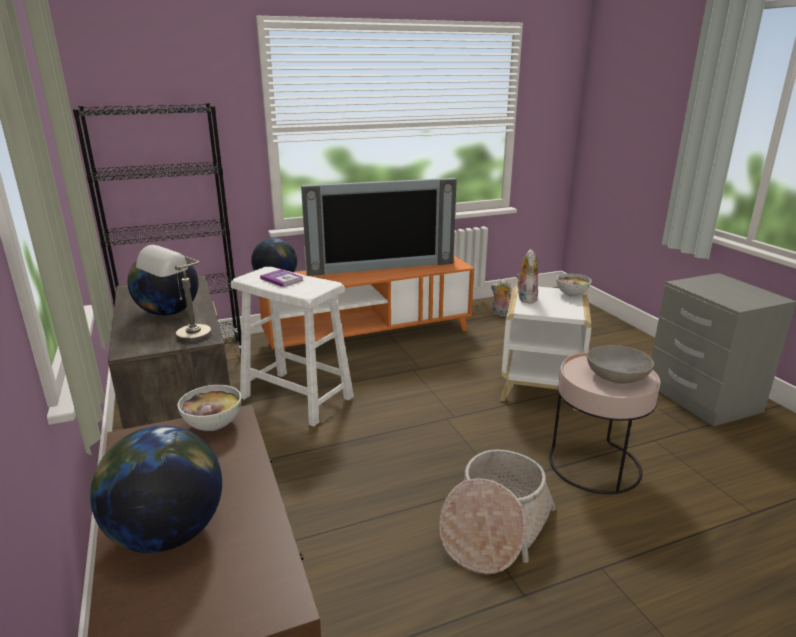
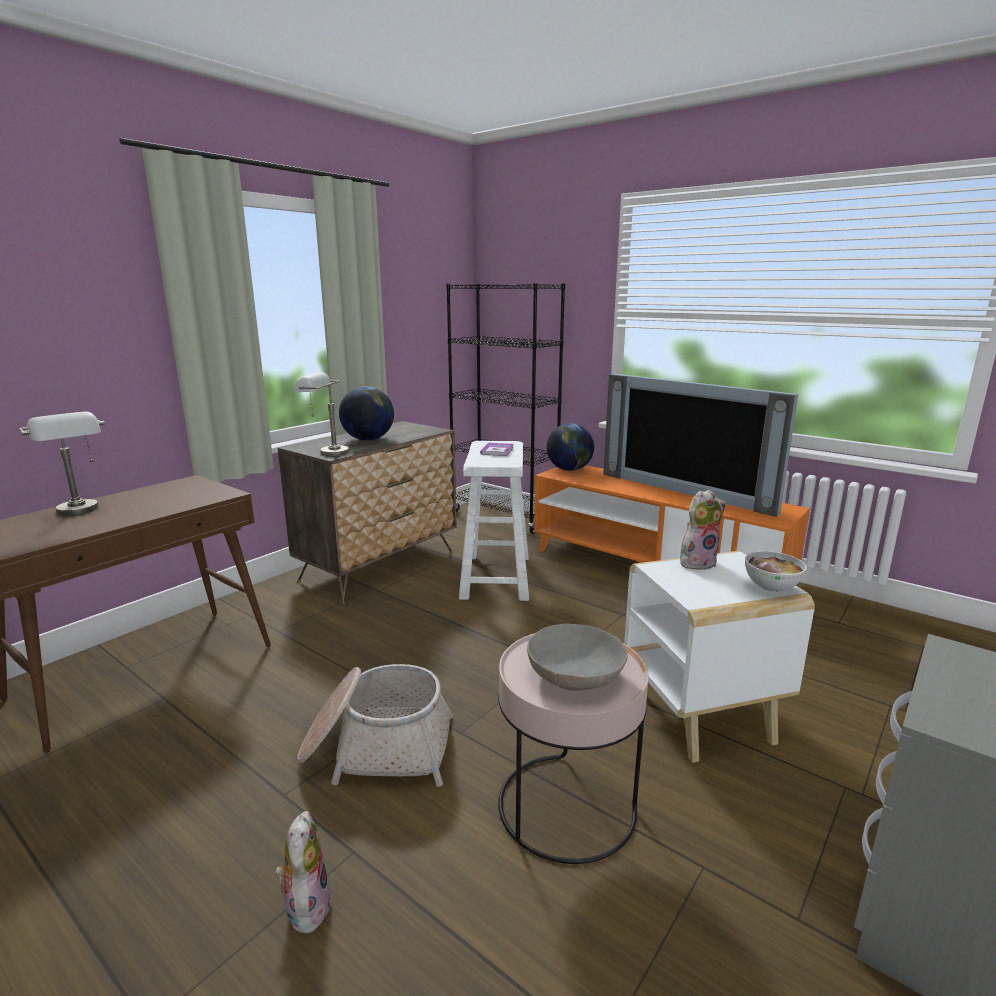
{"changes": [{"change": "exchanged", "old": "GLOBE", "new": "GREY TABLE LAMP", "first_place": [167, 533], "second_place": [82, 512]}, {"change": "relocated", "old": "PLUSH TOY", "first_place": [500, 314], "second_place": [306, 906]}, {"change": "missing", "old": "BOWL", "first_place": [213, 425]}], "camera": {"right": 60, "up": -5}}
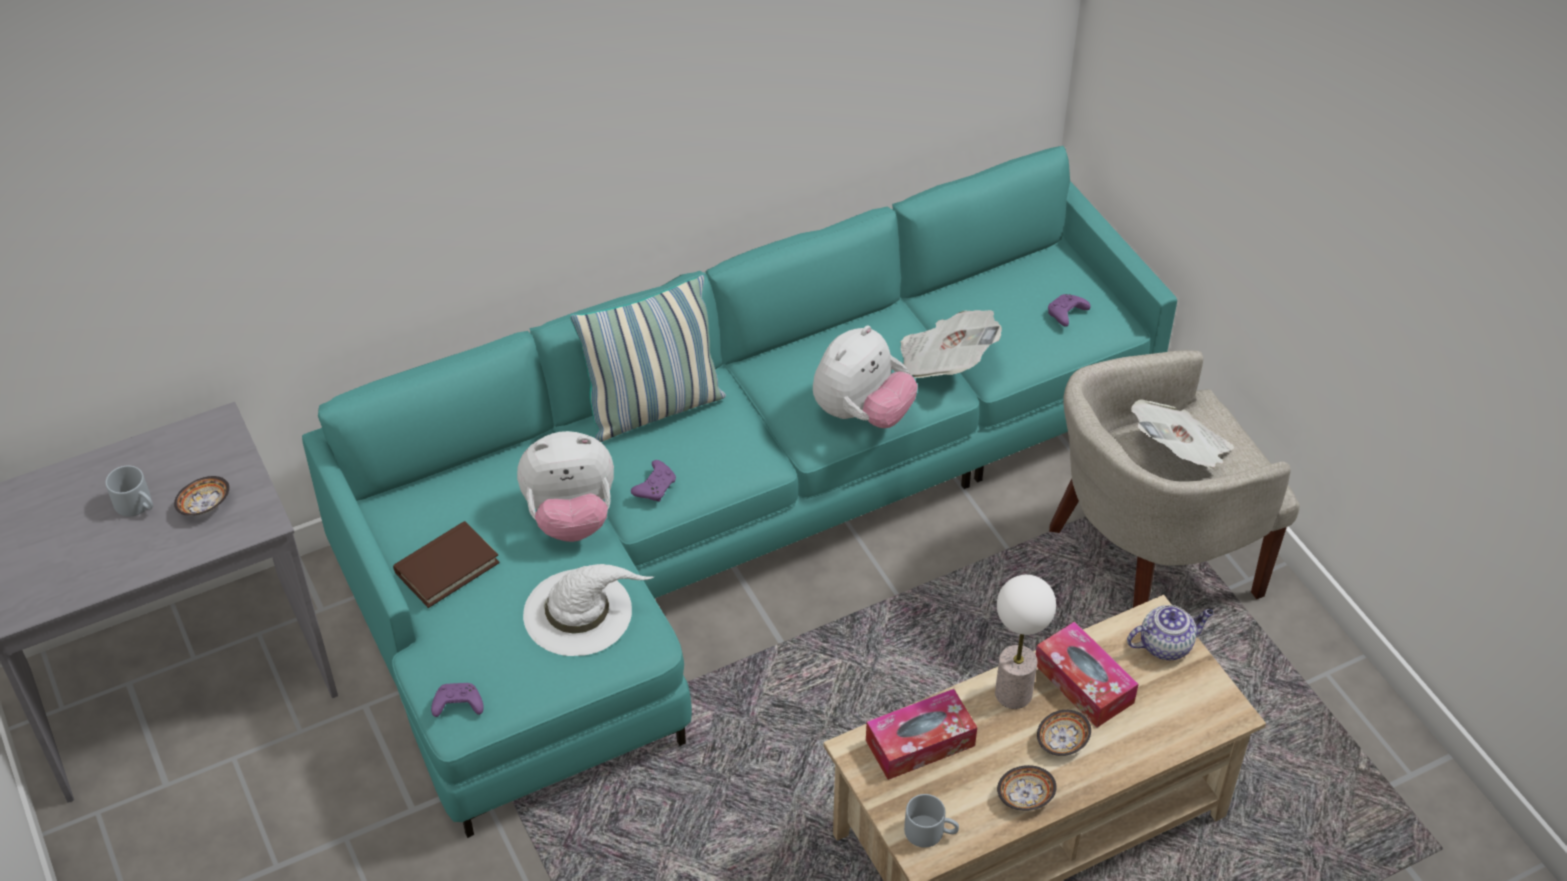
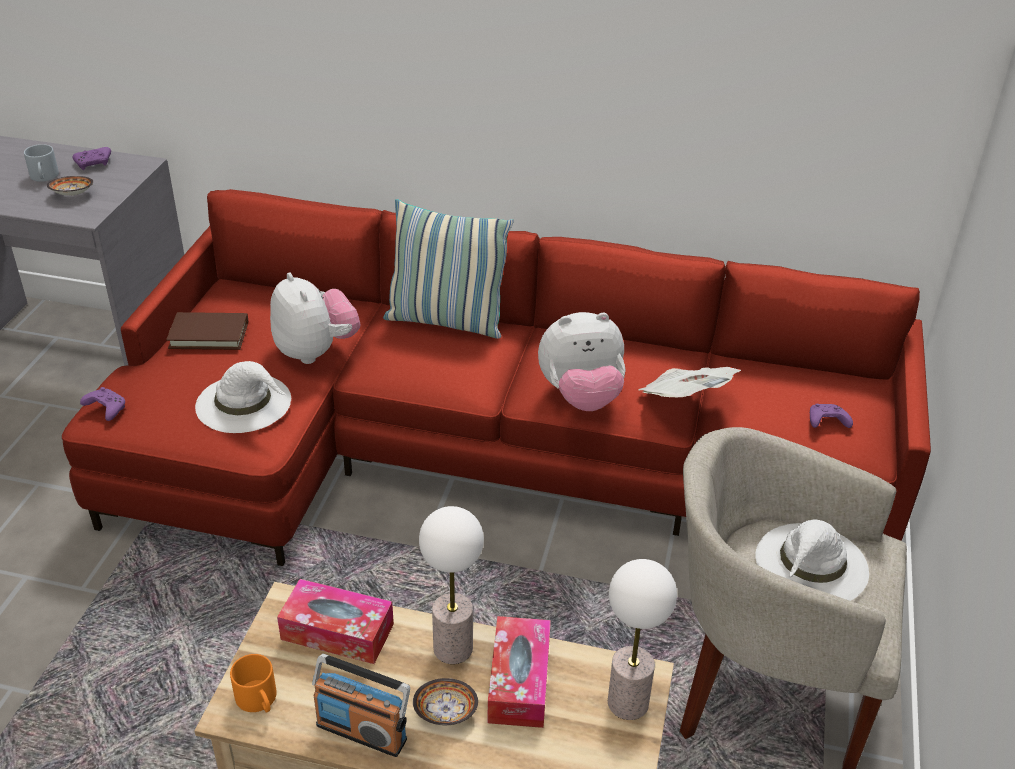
{"changes": [{"change": "colour", "old": "TURQUOISE SOFA", "new": "RED SOFA", "first_place": [726, 521], "second_place": [478, 454]}, {"change": "relocated", "old": "PURPLE GAME CONTROLLER", "first_place": [655, 486], "second_place": [94, 163]}, {"change": "colour", "old": "GREY MUG", "new": "ORANGE MUG", "first_place": [931, 831], "second_place": [259, 700]}, {"change": "spun", "old": "PLUSH TOY", "first_place": [571, 517], "second_place": [316, 351], "degrees": -150}, {"change": "exchanged", "old": "BOWL", "new": "RADIO", "first_place": [1025, 796], "second_place": [362, 731]}, {"change": "exchanged", "old": "TEAPOT", "new": "TABLE LAMP", "first_place": [1166, 644], "second_place": [628, 702]}, {"change": "exchanged", "old": "NEWSPAPER", "new": "WHITE HAT", "first_place": [1180, 452], "second_place": [811, 565]}], "camera": {"right": 40, "up": -10}}
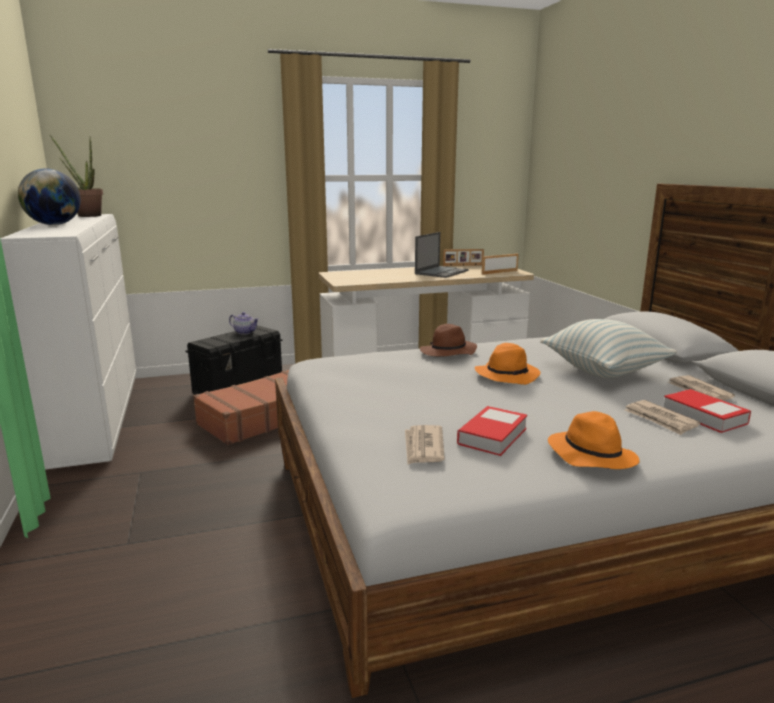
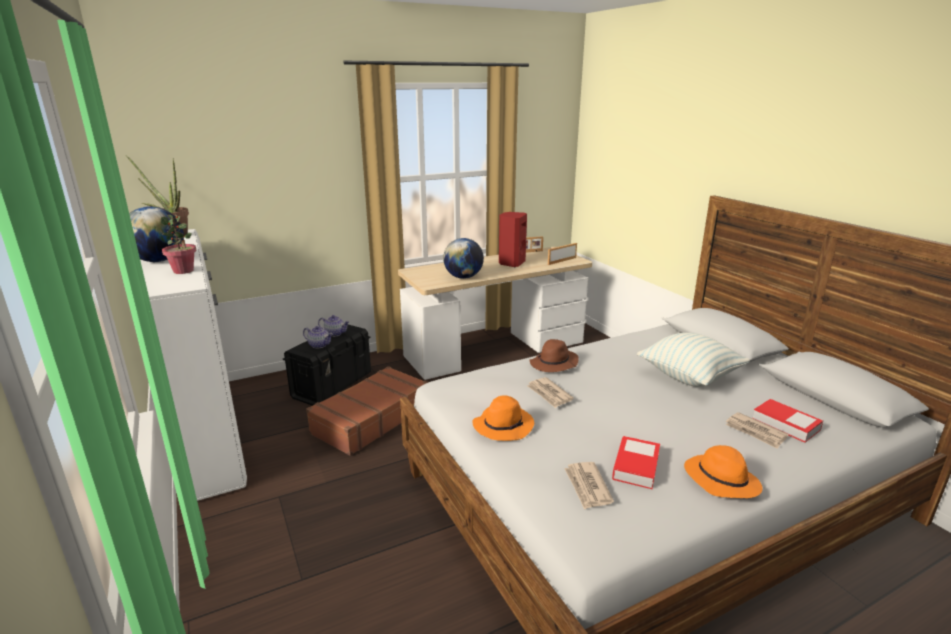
{"changes": [{"change": "appeared", "new": "POTTED PLANT", "second_place": [184, 271]}, {"change": "appeared", "new": "TEAPOT", "second_place": [319, 345]}, {"change": "appeared", "new": "GLOBE", "second_place": [463, 277]}, {"change": "relocated", "old": "ORANGE HAT", "first_place": [507, 375], "second_place": [503, 425]}, {"change": "exchanged", "old": "LAPTOP", "new": "RED SPEAKER", "first_place": [442, 272], "second_place": [511, 263]}, {"change": "relocated", "old": "NEWSPAPER", "first_place": [699, 392], "second_place": [549, 394]}], "camera": {"right": -10, "up": 5}}
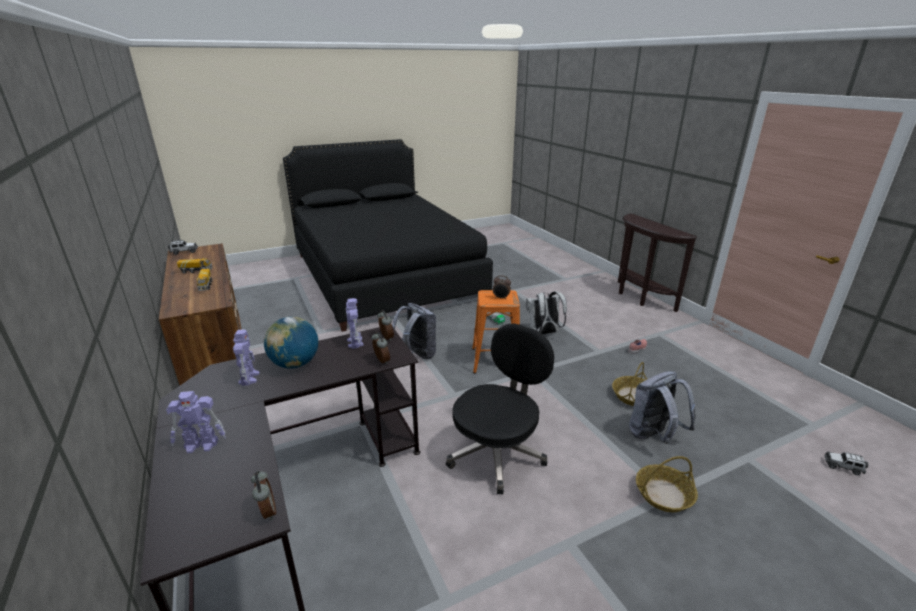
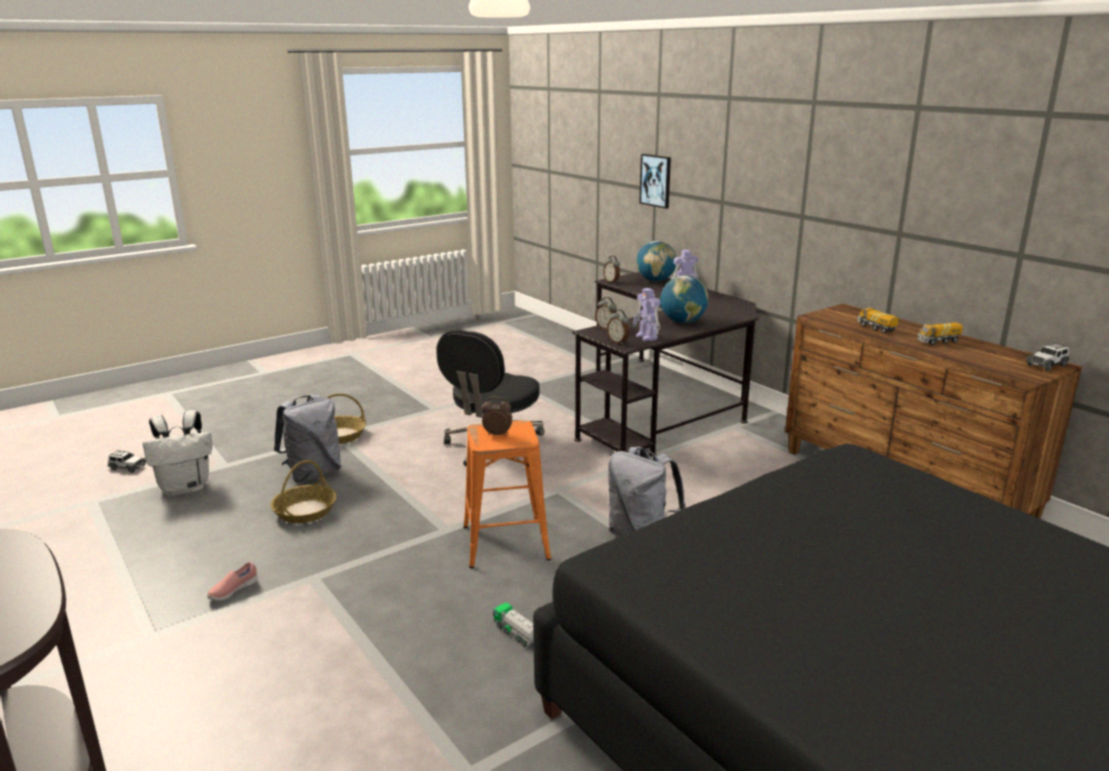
{"changes": [{"change": "relocated", "old": "WHITE BACKPACK", "first_place": [544, 333], "second_place": [186, 487]}, {"change": "appeared", "new": "GLOBE", "second_place": [655, 280]}, {"change": "appeared", "new": "PICTURE", "second_place": [656, 180]}, {"change": "missing", "old": "TOY ROBOT", "first_place": [249, 377]}], "camera": {"right": 170, "up": -5}}
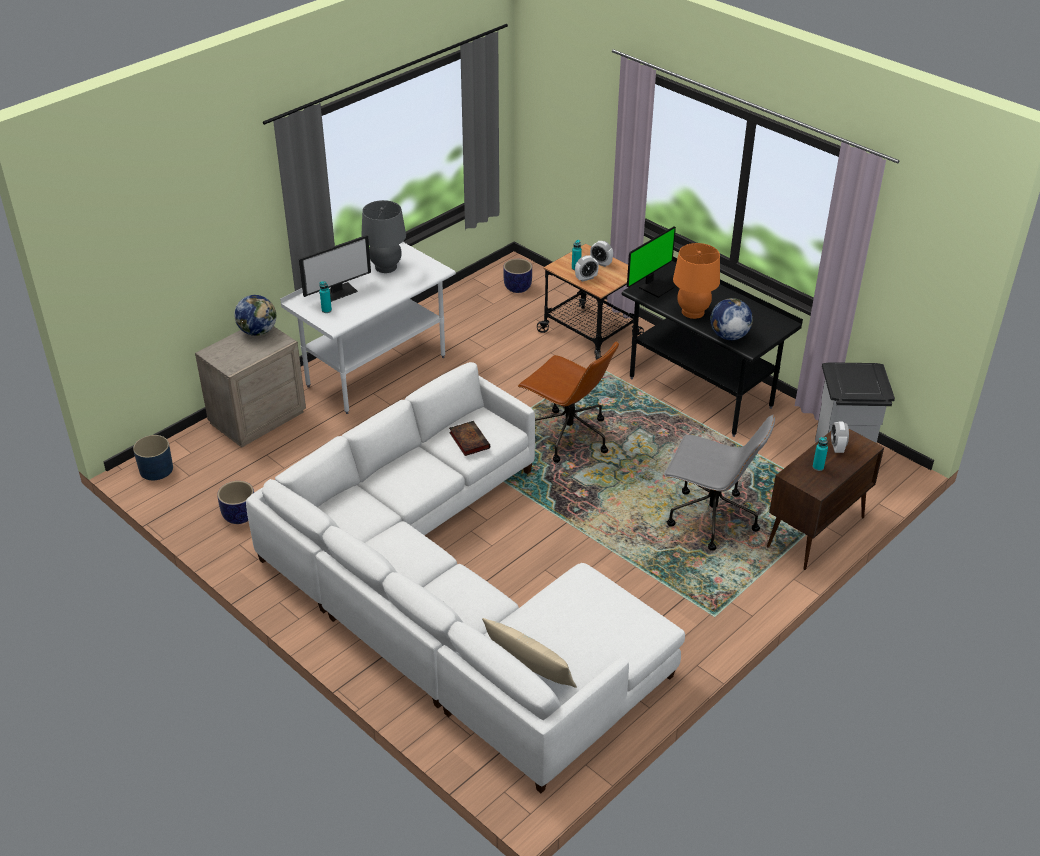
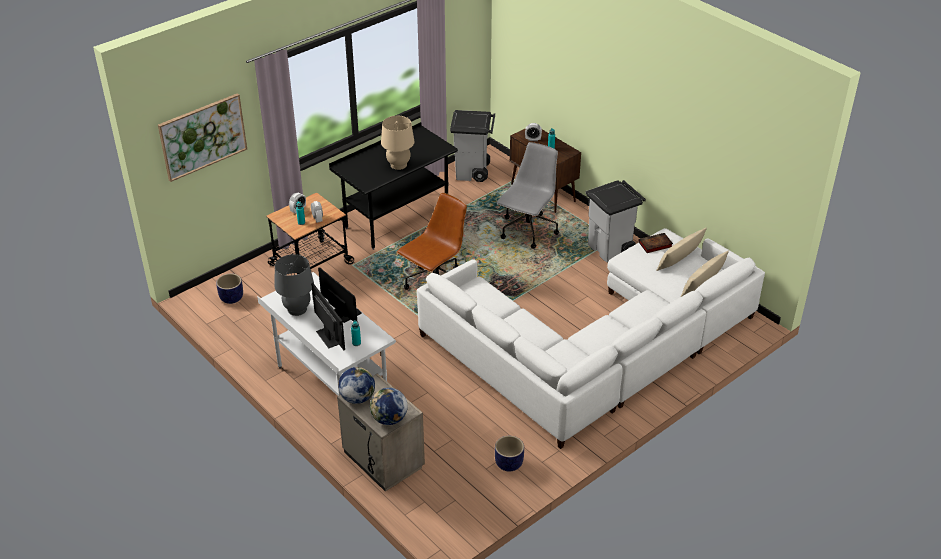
{"changes": [{"change": "appeared", "new": "PICTURE", "second_place": [203, 136]}, {"change": "relocated", "old": "MONITOR", "first_place": [655, 287], "second_place": [345, 313]}, {"change": "relocated", "old": "GLOBE", "first_place": [728, 336], "second_place": [389, 419]}, {"change": "colour", "old": "ORANGE TABLE LAMP", "new": "BEIGE TABLE LAMP", "first_place": [693, 312], "second_place": [398, 165]}, {"change": "appeared", "new": "GREY TRASH CAN", "second_place": [611, 249]}, {"change": "relocated", "old": "BOOK", "first_place": [468, 440], "second_place": [654, 245]}, {"change": "appeared", "new": "BEIGE PILLOW", "second_place": [679, 259]}, {"change": "missing", "old": "BLUE PLANTER", "first_place": [156, 469]}], "camera": {"right": -85, "up": 0}}
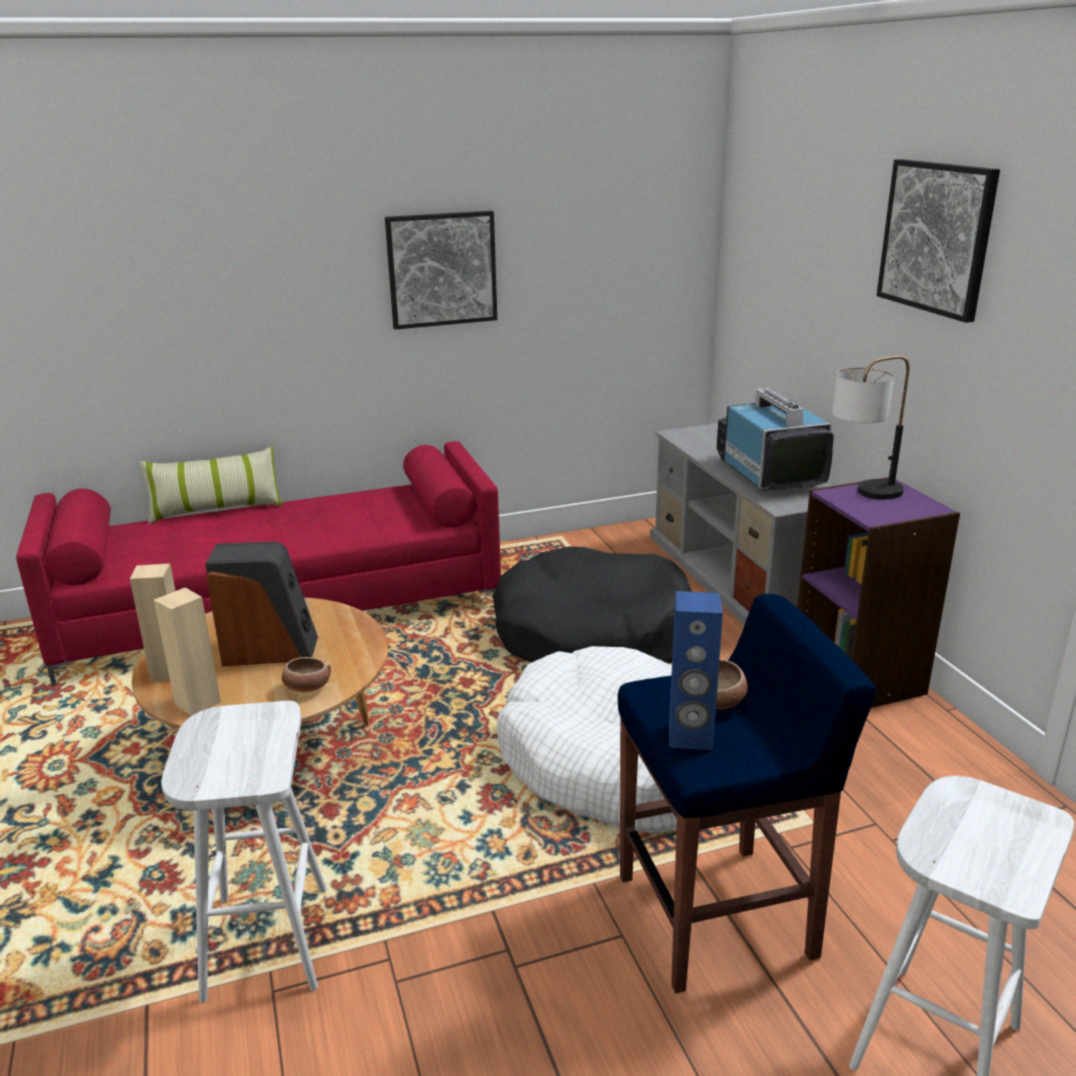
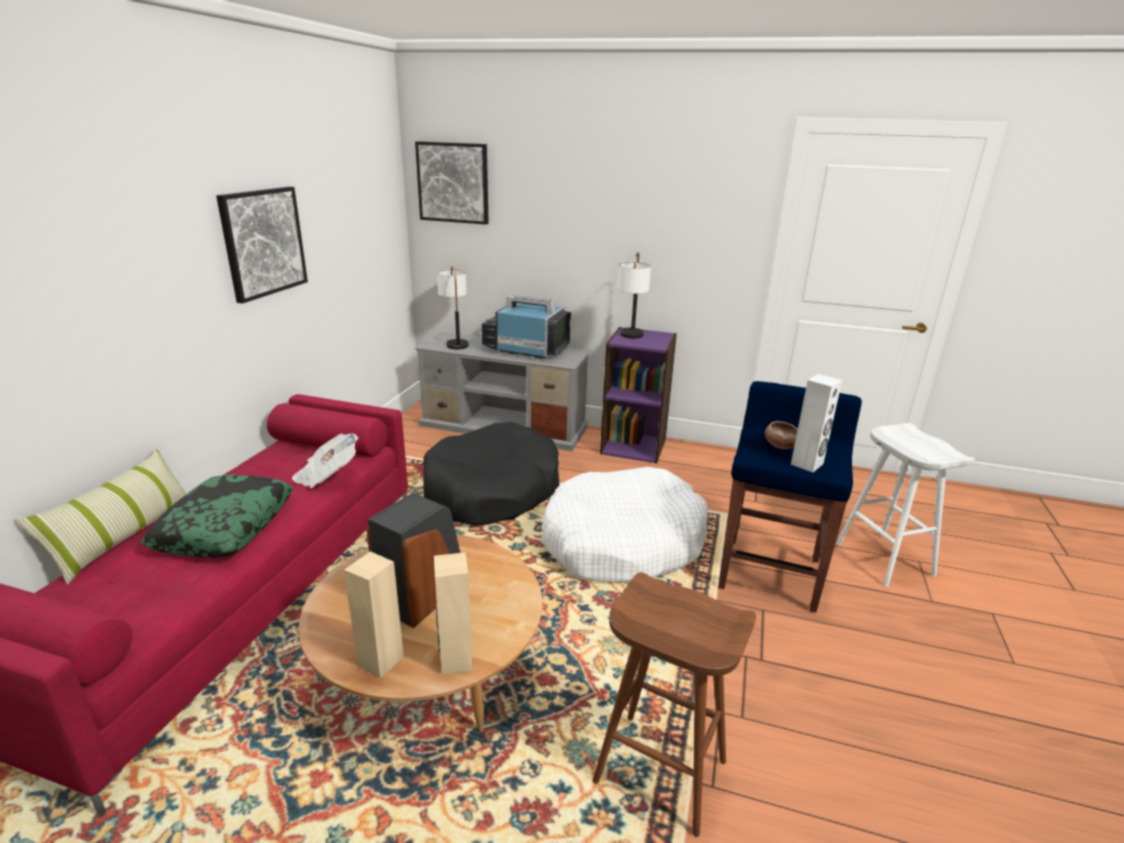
{"changes": [{"change": "appeared", "new": "PILLOW", "second_place": [225, 526]}, {"change": "appeared", "new": "NEWSPAPER", "second_place": [327, 475]}, {"change": "relocated", "old": "PICTURE", "first_place": [937, 237], "second_place": [453, 183]}, {"change": "appeared", "new": "TABLE LAMP", "second_place": [455, 341]}, {"change": "colour", "old": "WHITE STOOL", "new": "BROWN STOOL", "first_place": [265, 940], "second_place": [658, 771]}, {"change": "colour", "old": "BLUE SPEAKER", "new": "WHITE SPEAKER", "first_place": [690, 737], "second_place": [807, 464]}, {"change": "missing", "old": "BOWL", "first_place": [306, 688]}], "camera": {"right": -55, "up": 0}}
